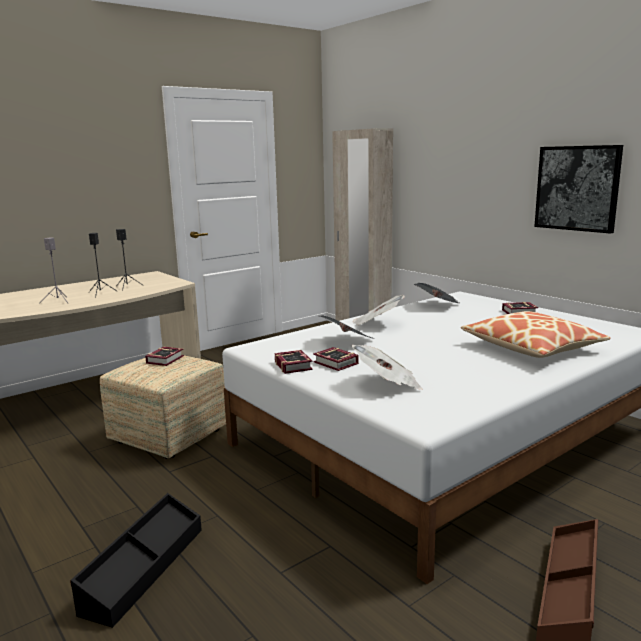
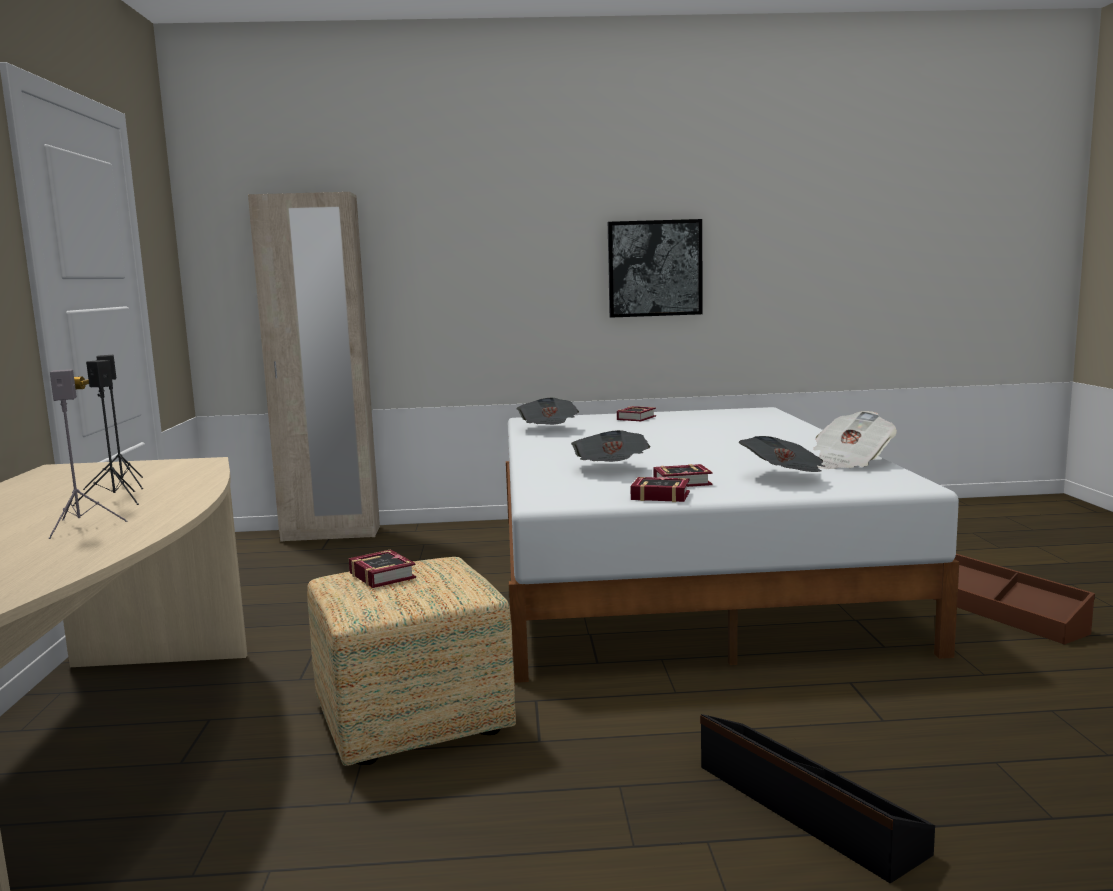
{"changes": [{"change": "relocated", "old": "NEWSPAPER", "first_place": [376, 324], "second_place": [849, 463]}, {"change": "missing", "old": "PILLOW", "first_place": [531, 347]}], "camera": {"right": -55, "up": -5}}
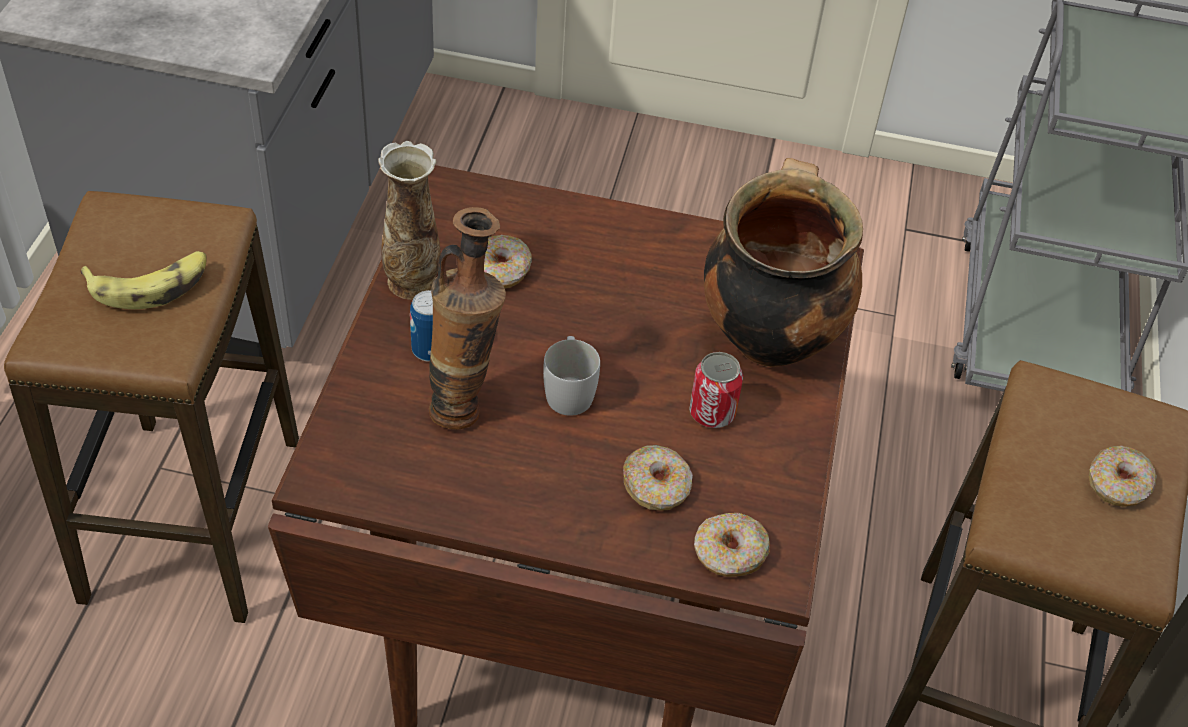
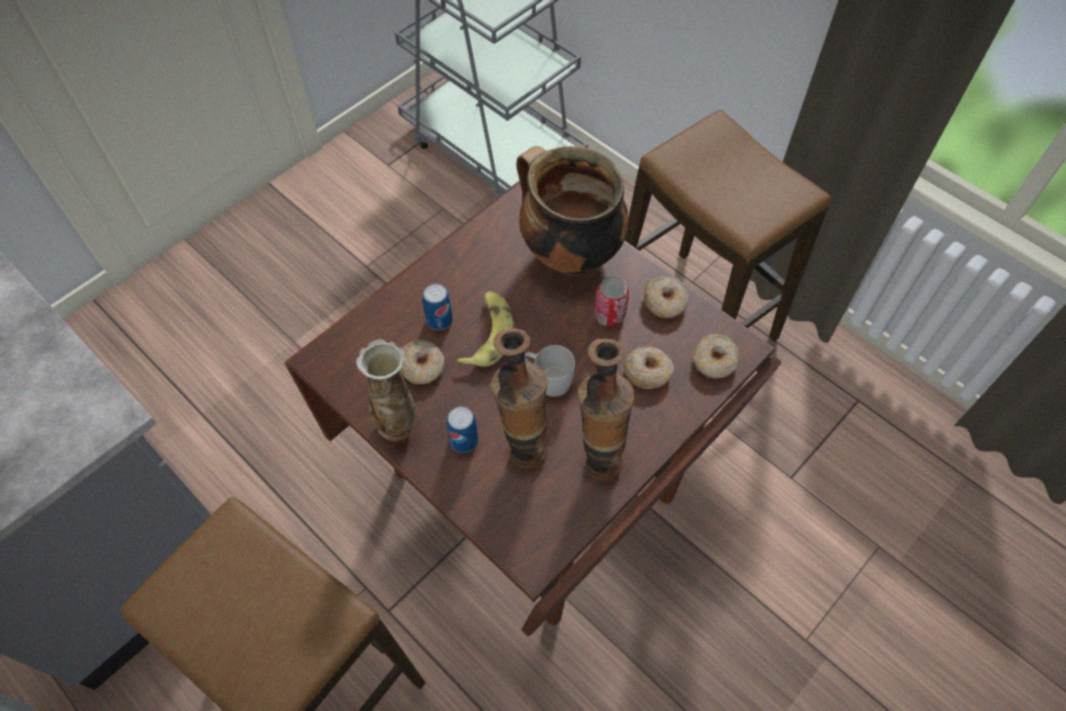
{"changes": [{"change": "appeared", "new": "CAN", "second_place": [439, 320]}, {"change": "relocated", "old": "BANANA", "first_place": [150, 285], "second_place": [488, 334]}, {"change": "appeared", "new": "VASE", "second_place": [599, 454]}, {"change": "relocated", "old": "DONUT", "first_place": [1118, 485], "second_place": [665, 302]}], "camera": {"right": -55, "up": 10}}
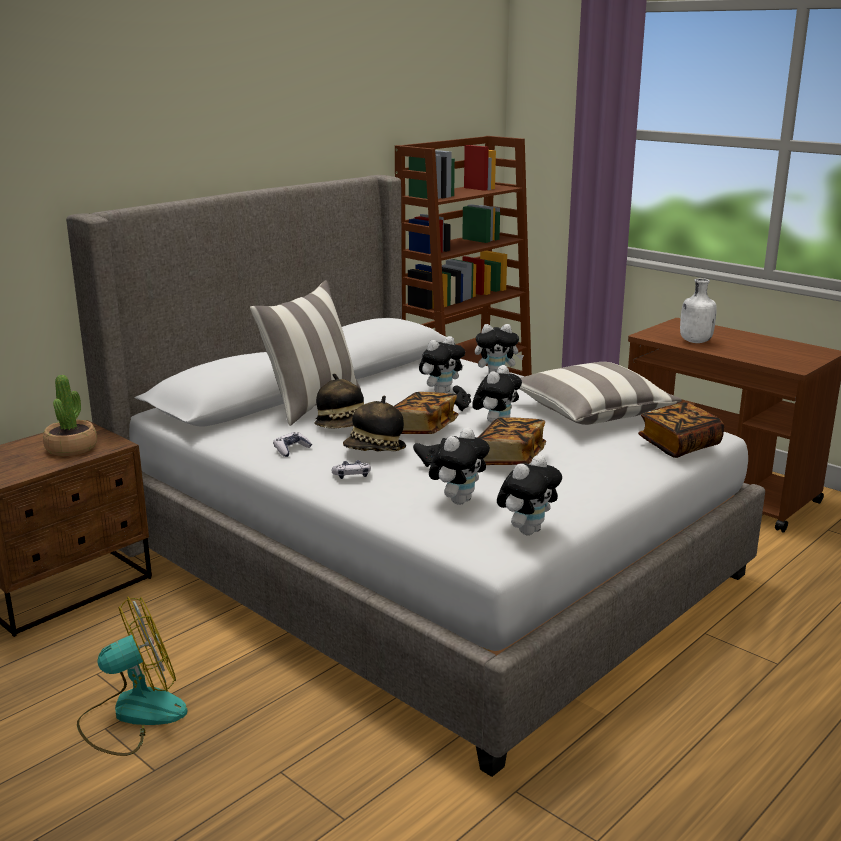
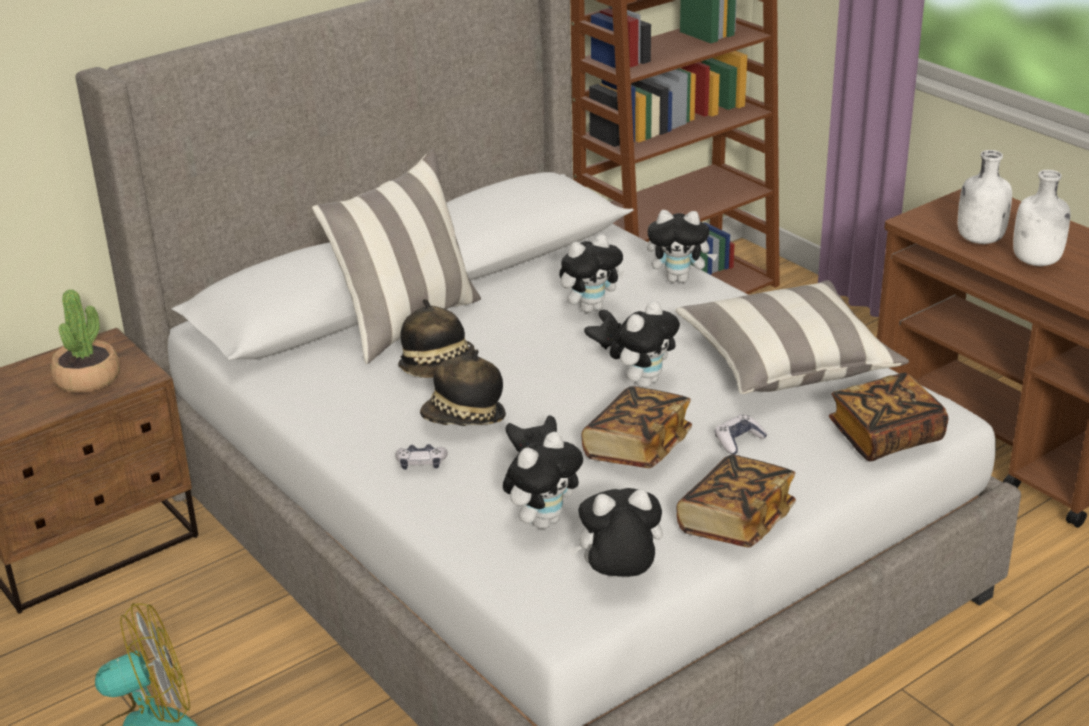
{"changes": [{"change": "spun", "old": "PLUSH TOY", "first_place": [527, 530], "second_place": [618, 578], "degrees": -150}, {"change": "relocated", "old": "BOOK", "first_place": [422, 429], "second_place": [735, 522]}, {"change": "relocated", "old": "GAME CONTROLLER", "first_place": [291, 449], "second_place": [738, 441]}, {"change": "appeared", "new": "WHITE BOTTLE", "second_place": [1037, 262]}], "camera": {"right": 10, "up": 10}}
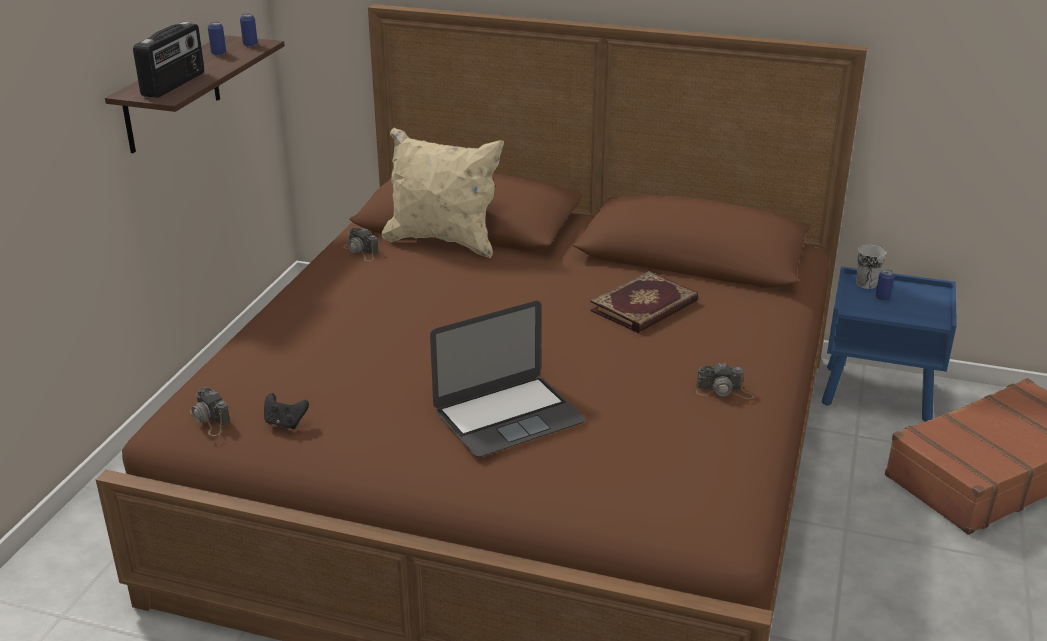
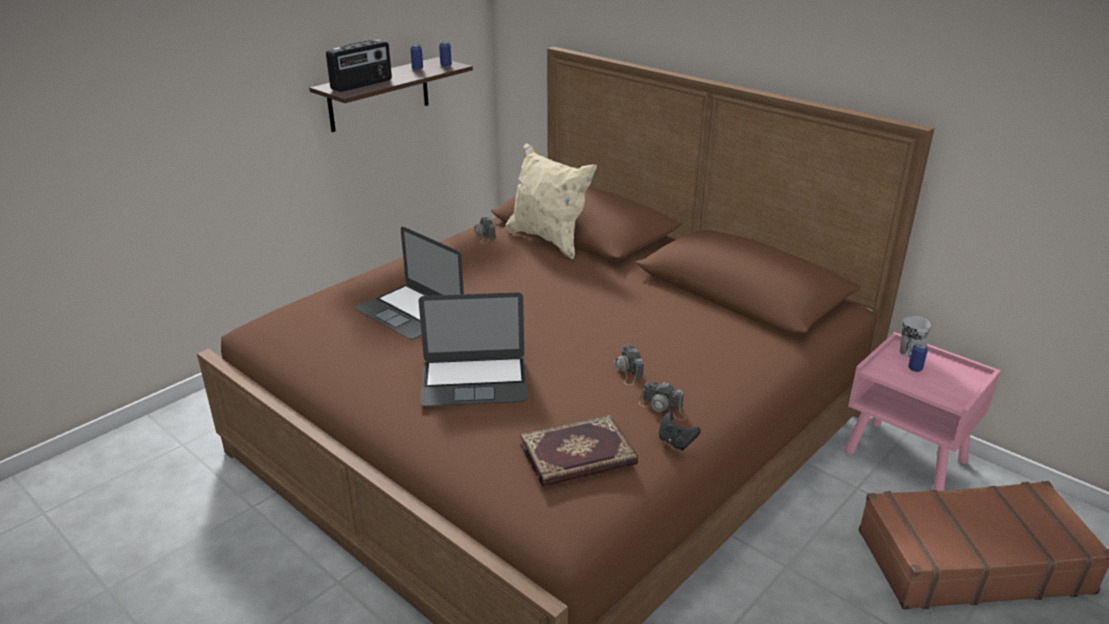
{"changes": [{"change": "appeared", "new": "LAPTOP", "second_place": [410, 311]}, {"change": "relocated", "old": "BOOK", "first_place": [645, 307], "second_place": [578, 456]}, {"change": "relocated", "old": "PHOTO CAMERA", "first_place": [210, 419], "second_place": [627, 371]}, {"change": "relocated", "old": "BLACK GAME CONTROLLER", "first_place": [285, 423], "second_place": [676, 442]}, {"change": "colour", "old": "BLUE NIGHTSTAND", "new": "PINK NIGHTSTAND", "first_place": [879, 394], "second_place": [906, 457]}], "camera": {"right": 25, "up": 0}}
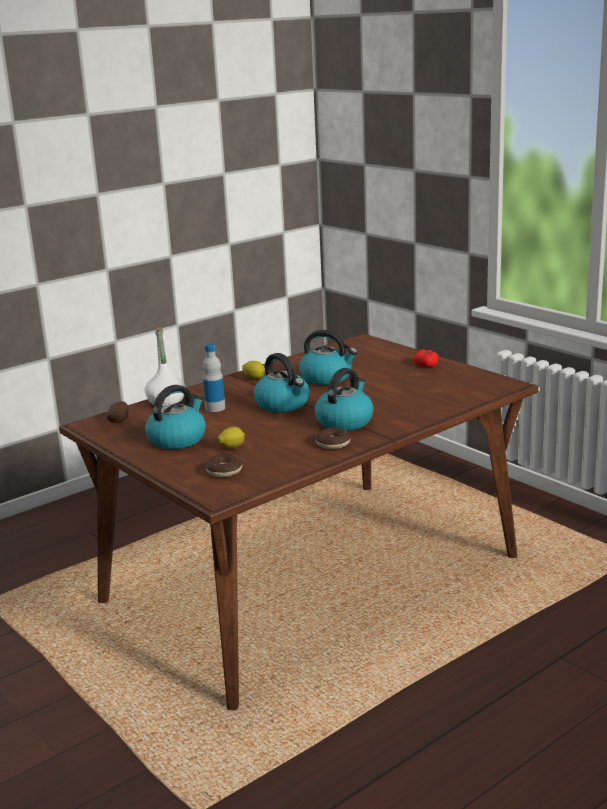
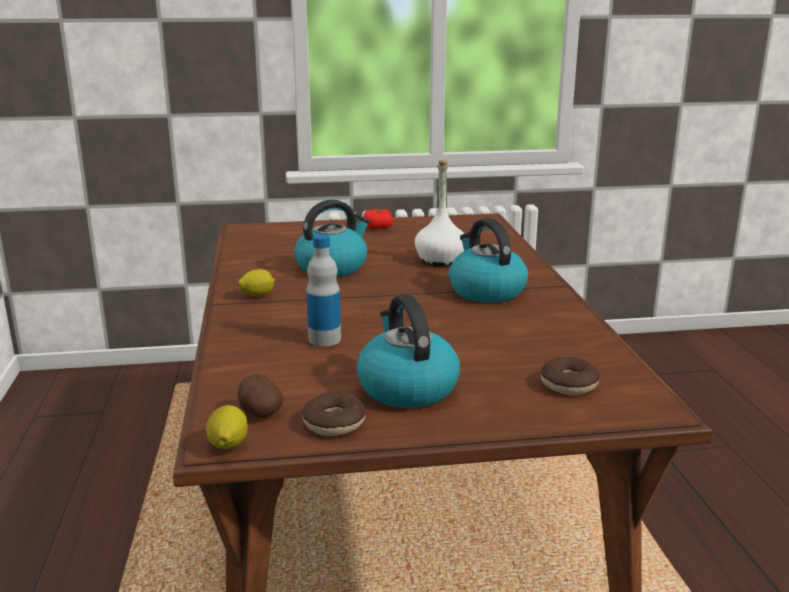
{"changes": [{"change": "relocated", "old": "LEMON", "first_place": [232, 447], "second_place": [227, 446]}, {"change": "relocated", "old": "DONUT", "first_place": [333, 444], "second_place": [334, 423]}, {"change": "relocated", "old": "WHITE BOTTLE", "first_place": [166, 403], "second_place": [440, 260]}, {"change": "missing", "old": "KETTLE", "first_place": [283, 404]}], "camera": {"right": -60, "up": 0}}
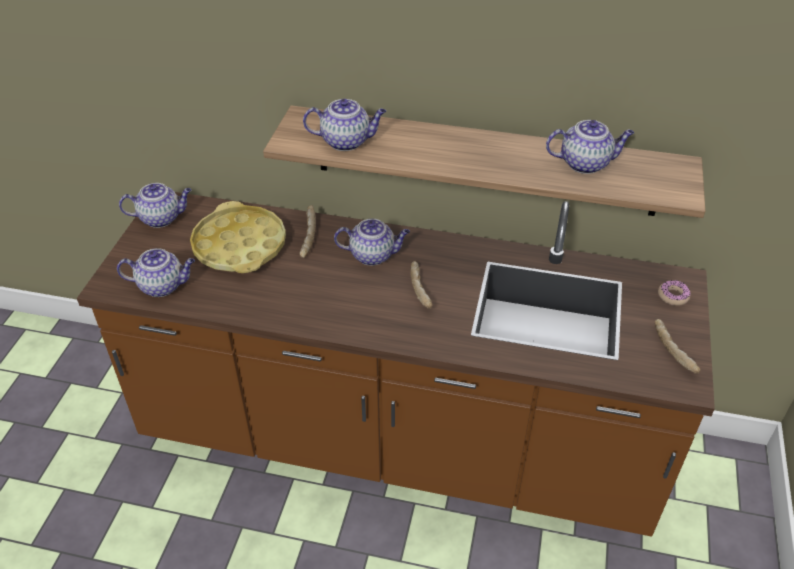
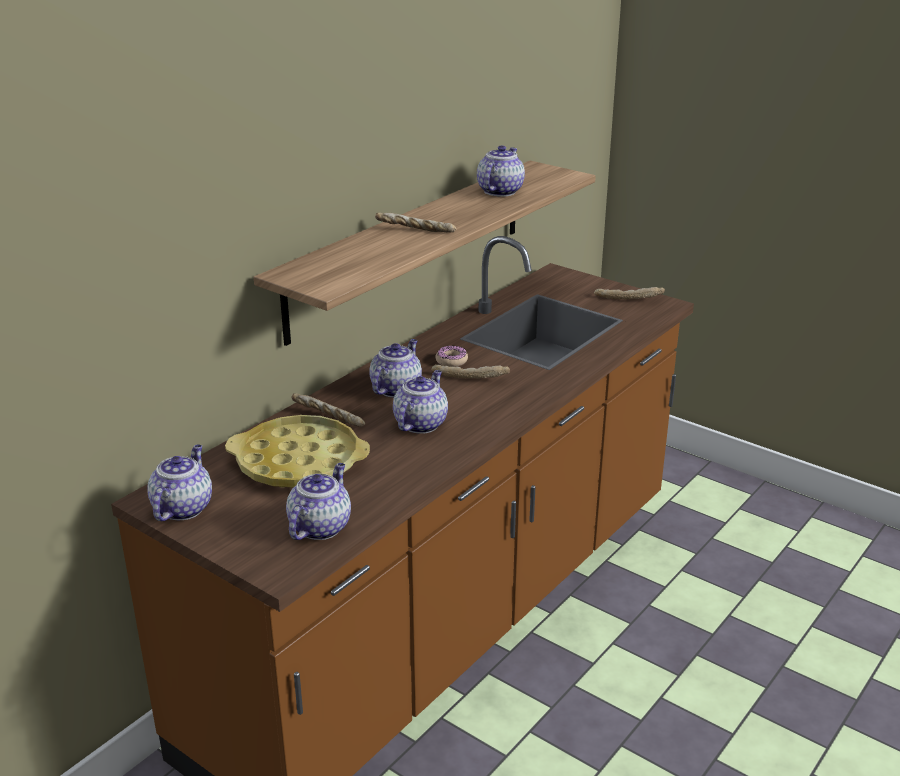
{"changes": [{"change": "appeared", "new": "BREAD", "second_place": [415, 231]}, {"change": "relocated", "old": "TEAPOT", "first_place": [347, 141], "second_place": [420, 423]}, {"change": "relocated", "old": "DONUT", "first_place": [673, 296], "second_place": [451, 361]}], "camera": {"right": -65, "up": -15}}
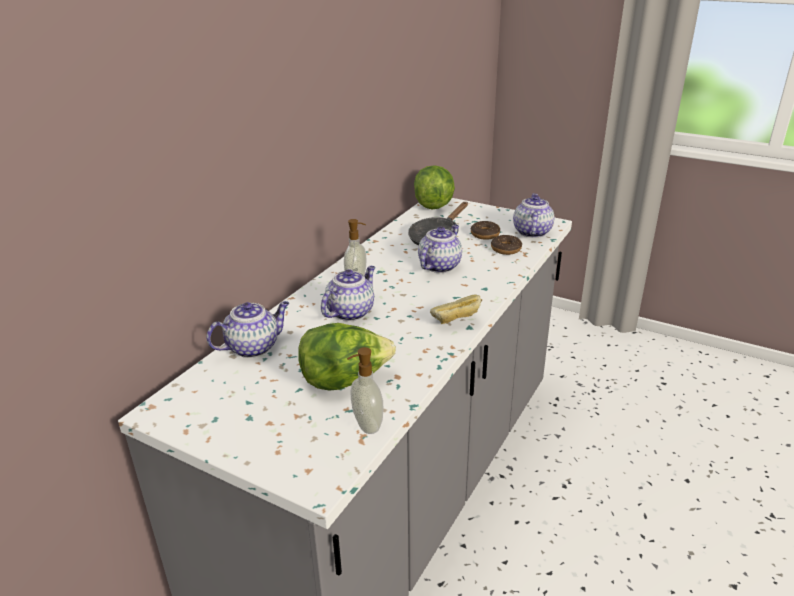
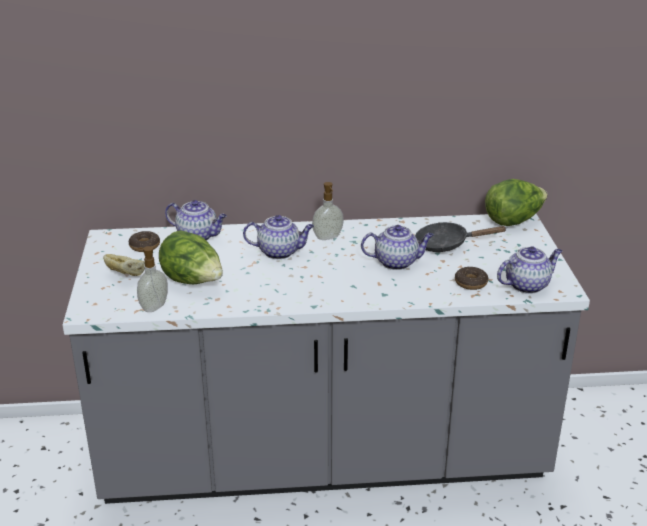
{"changes": [{"change": "relocated", "old": "BREAD", "first_place": [455, 324], "second_place": [126, 277]}, {"change": "relocated", "old": "DONUT", "first_place": [485, 234], "second_place": [144, 246]}], "camera": {"right": 55, "up": 0}}
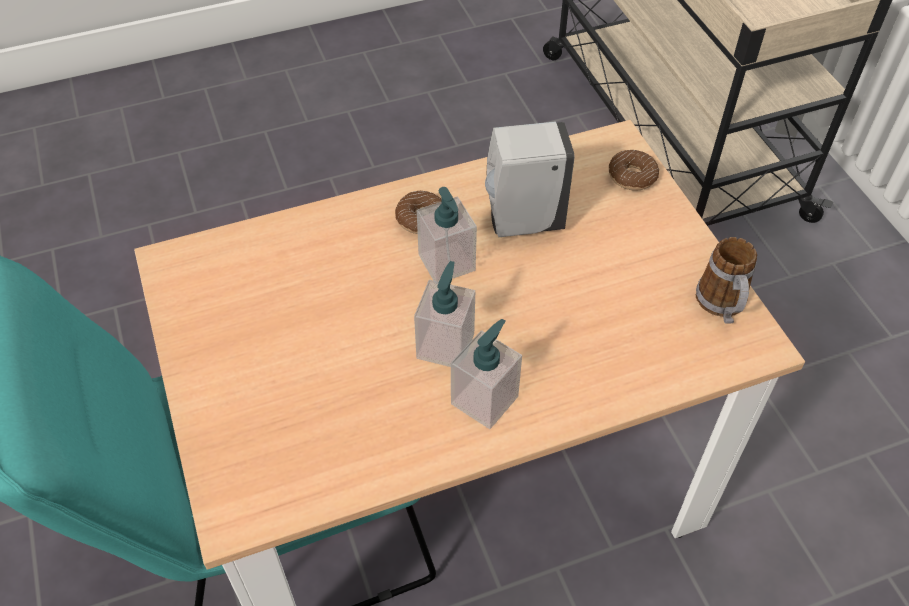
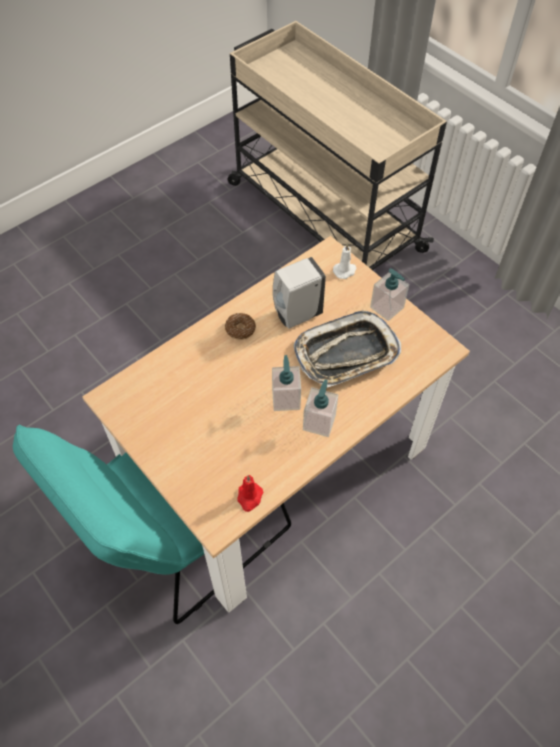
{"changes": [{"change": "appeared", "new": "RED CANDLE", "second_place": [249, 497]}, {"change": "appeared", "new": "TRAY", "second_place": [346, 354]}, {"change": "exchanged", "old": "DONUT", "new": "WHITE CANDLE", "first_place": [632, 176], "second_place": [345, 270]}, {"change": "relocated", "old": "SOAP DISPENSER", "first_place": [447, 263], "second_place": [387, 307]}, {"change": "missing", "old": "MUG", "first_place": [722, 307]}], "camera": {"right": -20, "up": 5}}
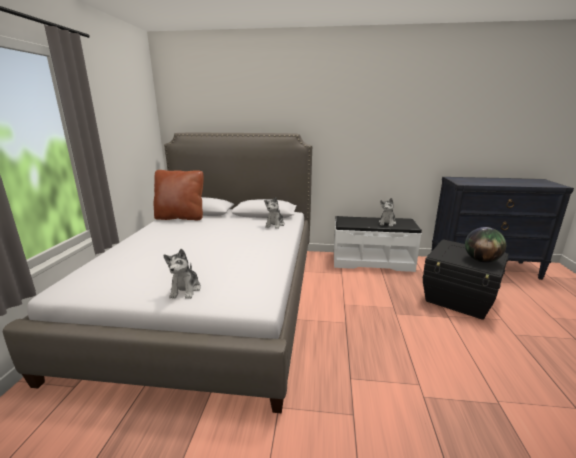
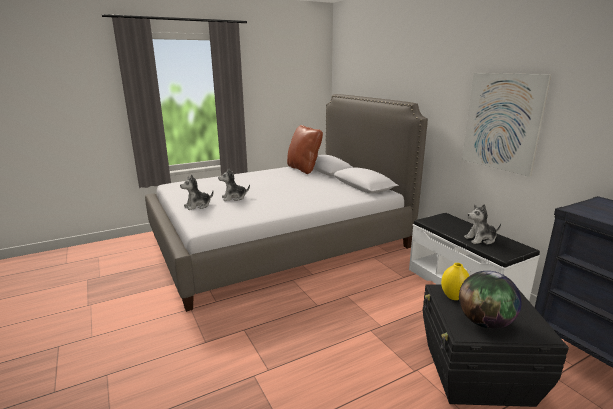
{"changes": [{"change": "relocated", "old": "PLUSH TOY", "first_place": [275, 225], "second_place": [234, 198]}, {"change": "appeared", "new": "YELLOW VASE", "second_place": [453, 296]}, {"change": "appeared", "new": "PICTURE", "second_place": [501, 122]}], "camera": {"right": 55, "up": 0}}
